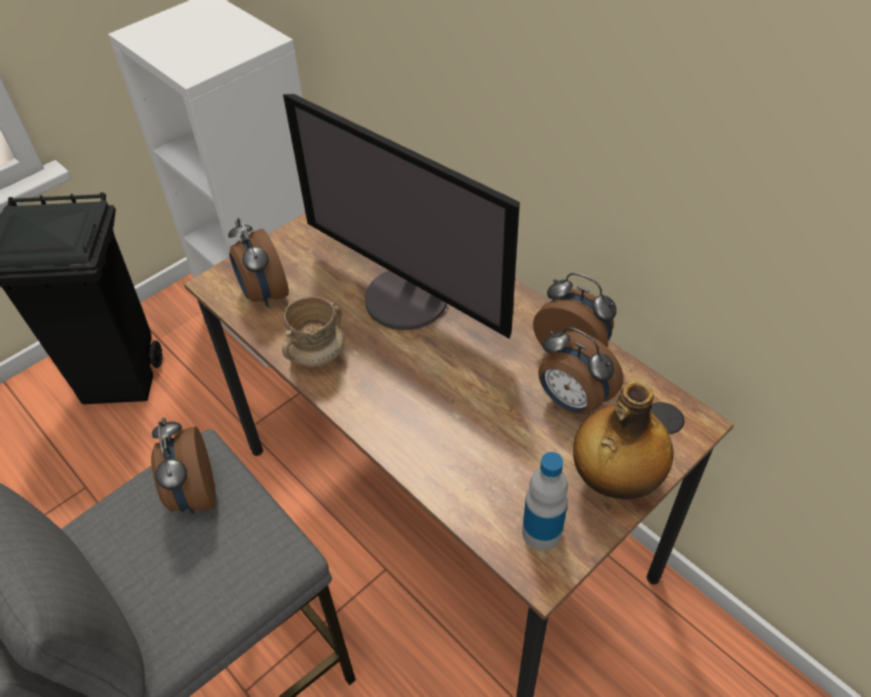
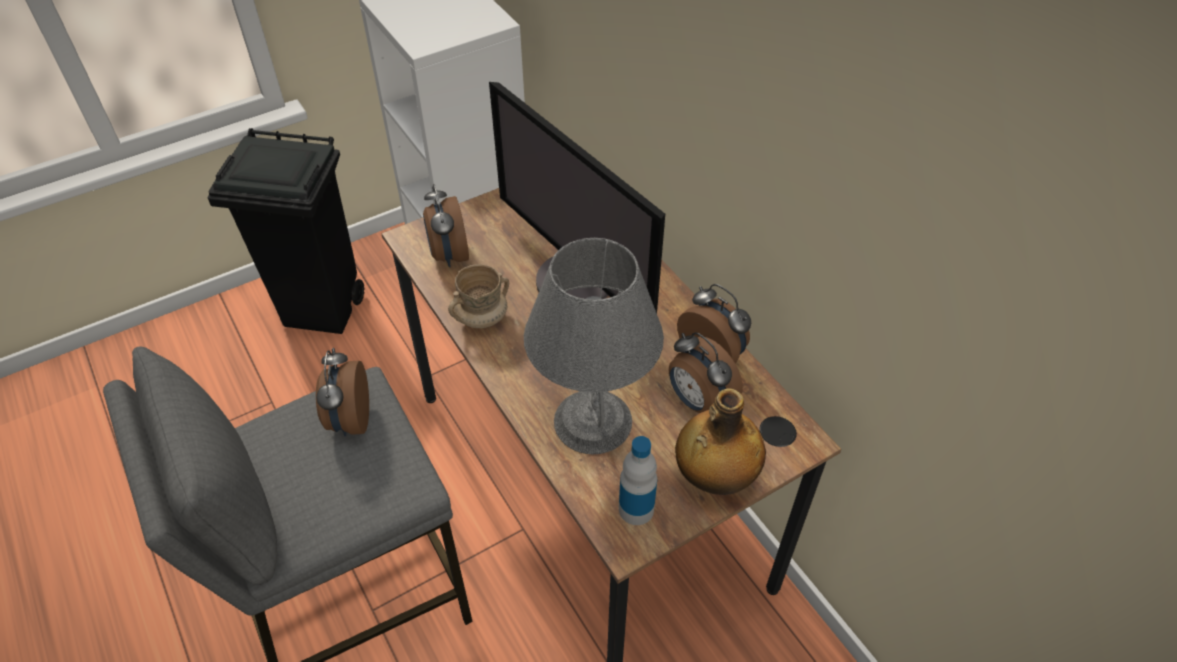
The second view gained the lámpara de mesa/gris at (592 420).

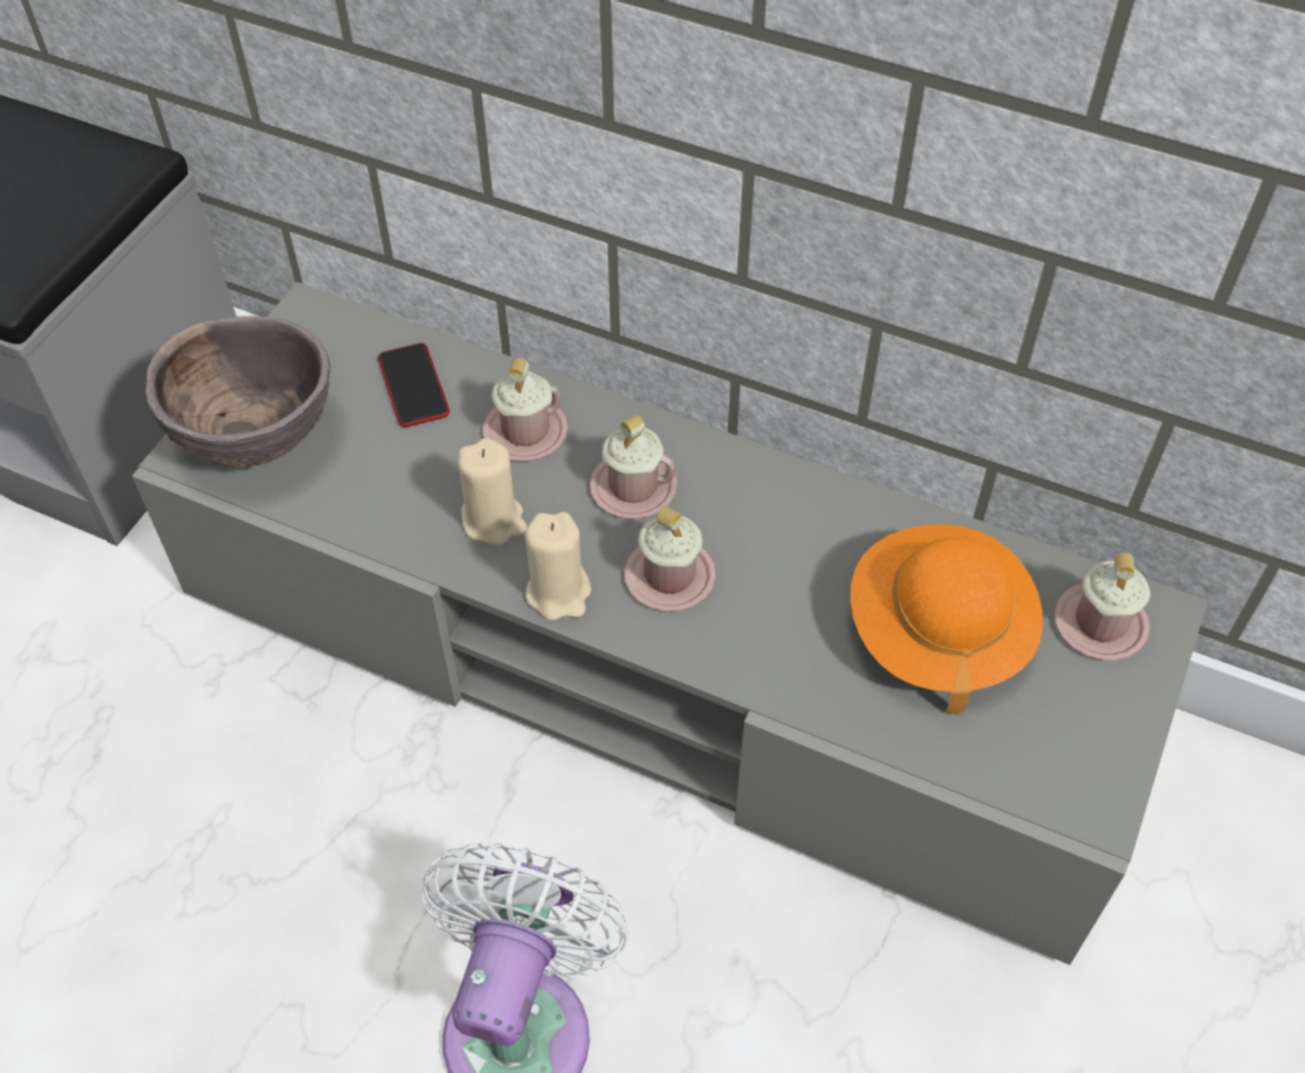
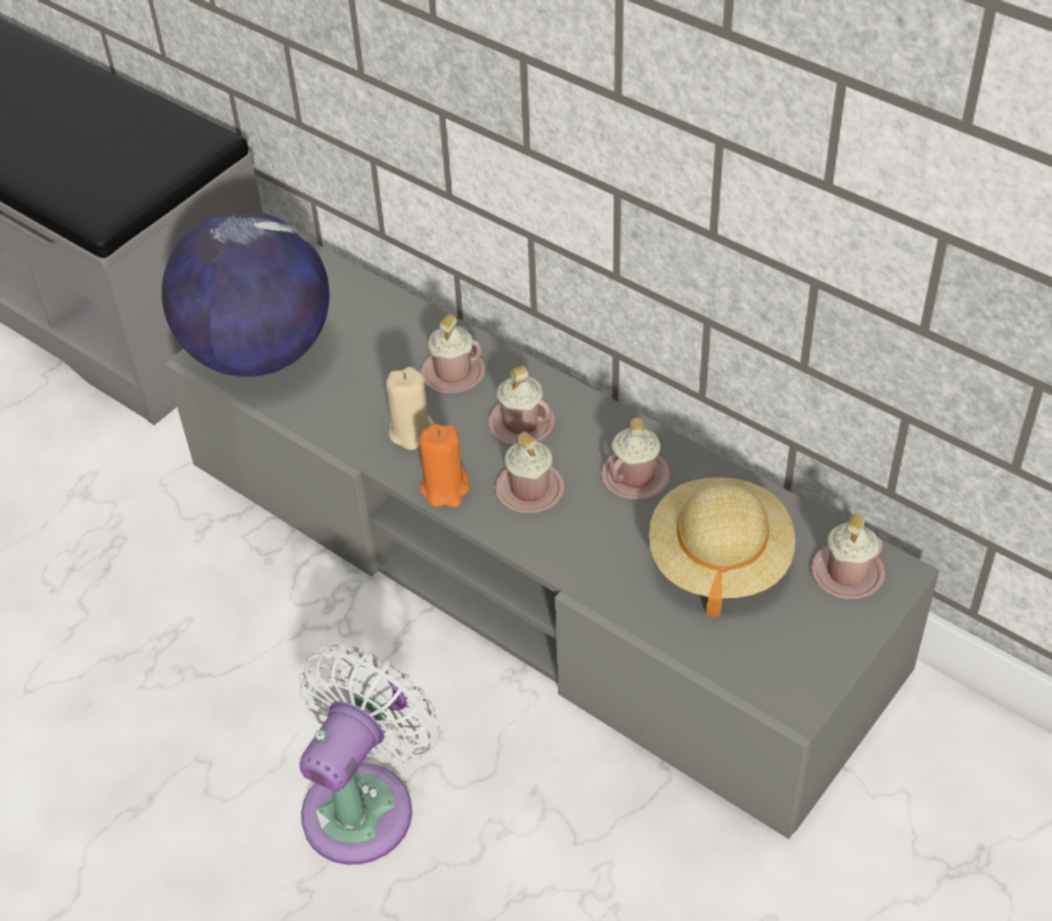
Where the cuenco/marrón stood at (258 441), the globo terráqueo came to stand at (258 352).
What was the vela/beis at (559 592) turned into the vela/naranja at (445 488).
The second view gained the taza grande/rosa at (635 476).
What was the sombrero/naranja at (937 632) turned into the sombrero/beis at (719 559).
The second view lost the móvil at (413 386).

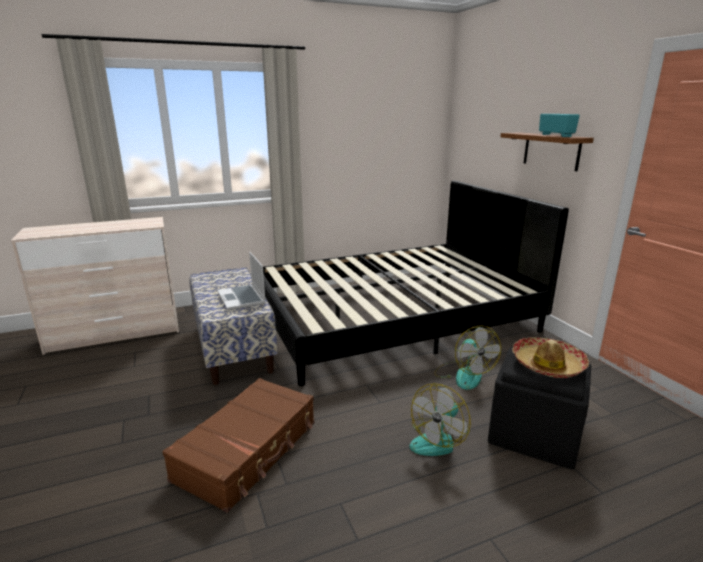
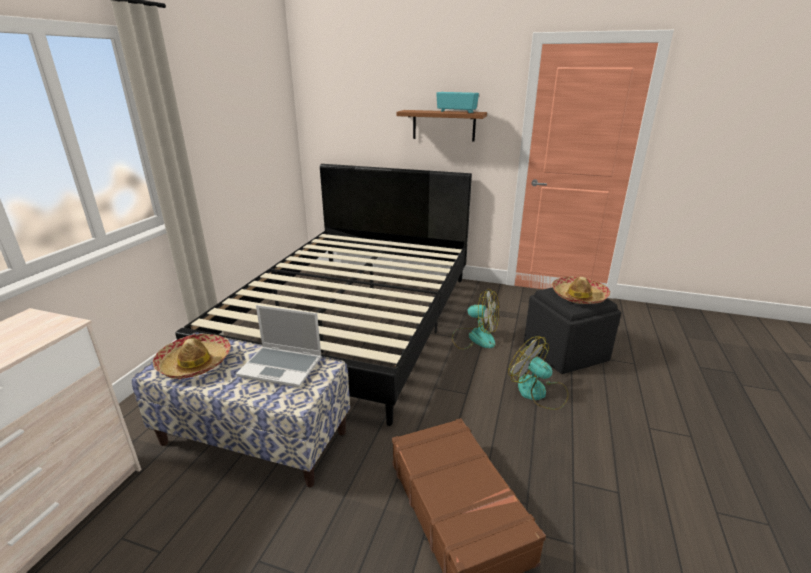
The second view gained the sombrero at (195 363).
The ventilador at (437 440) ended up facing another way, 150 degrees clockwise from before.

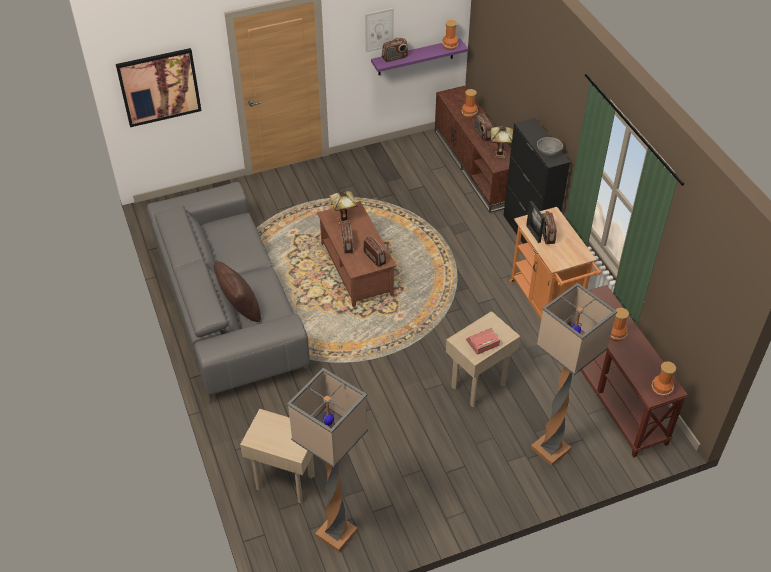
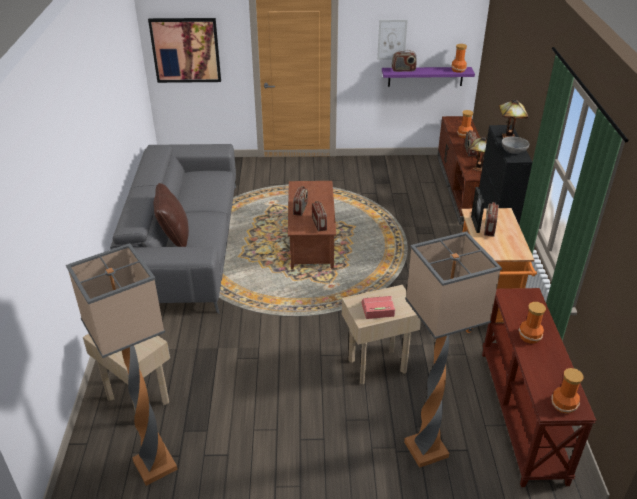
The lámpara de mesa ended up elsewhere, having gone from (343 220) to (507 136).

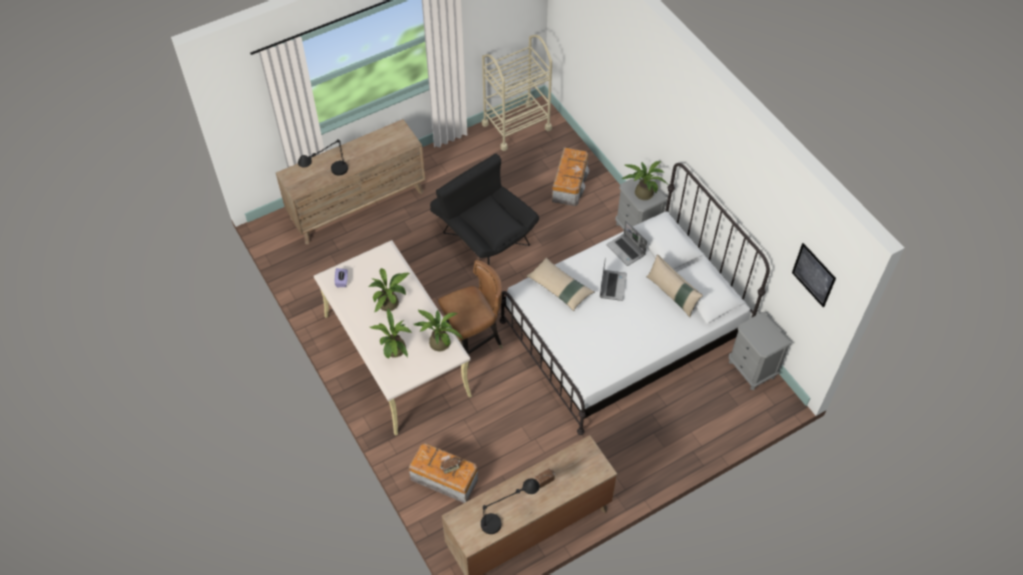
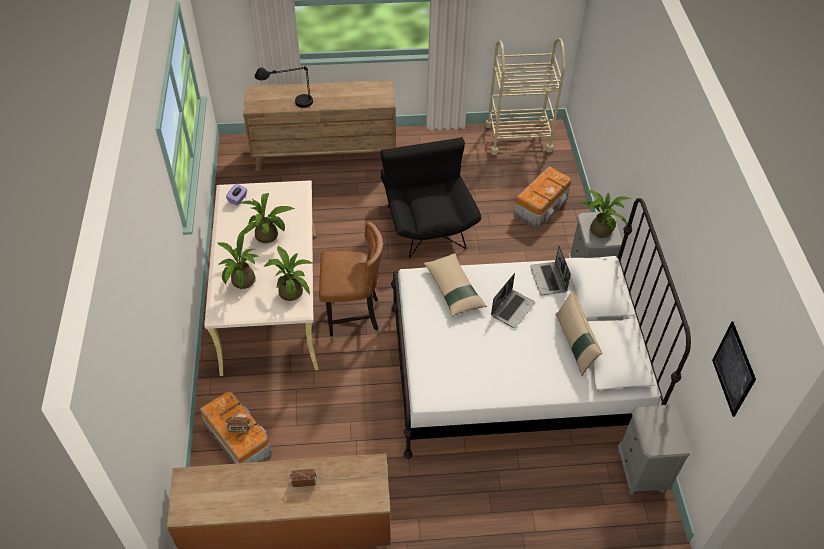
The second view lost the lámpara de mesa/negro at (507 516).

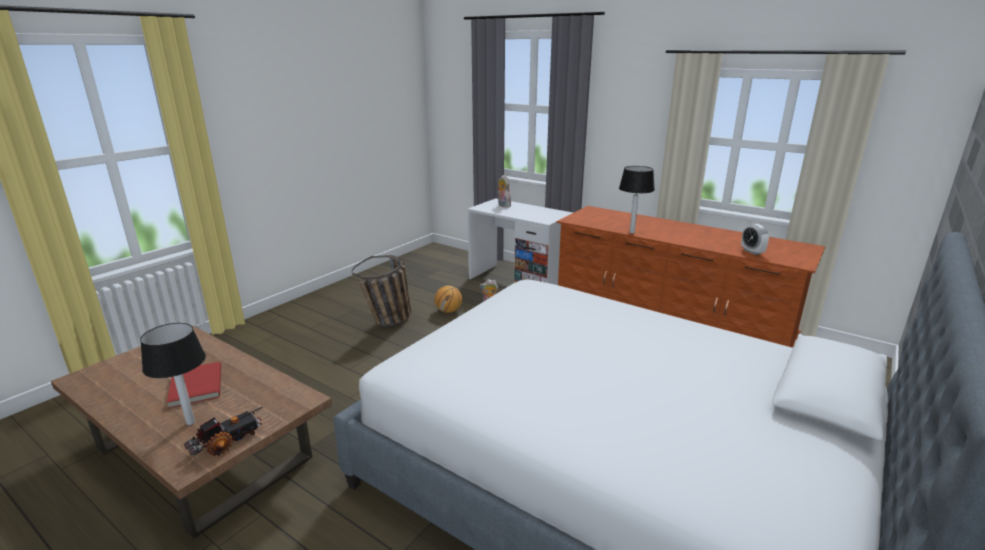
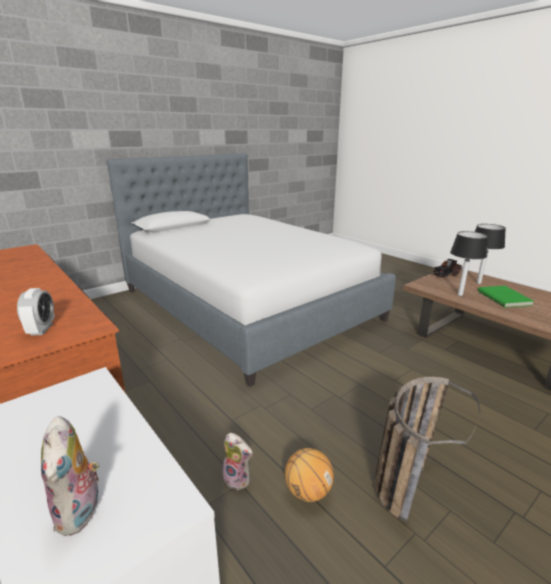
The despertador ended up elsewhere, having gone from (752 252) to (41 329).
The lámpara de mesa ended up elsewhere, having gone from (631 232) to (460 294).
What was the libro/rojo at (195 386) turned into the libro/verde at (505 298).

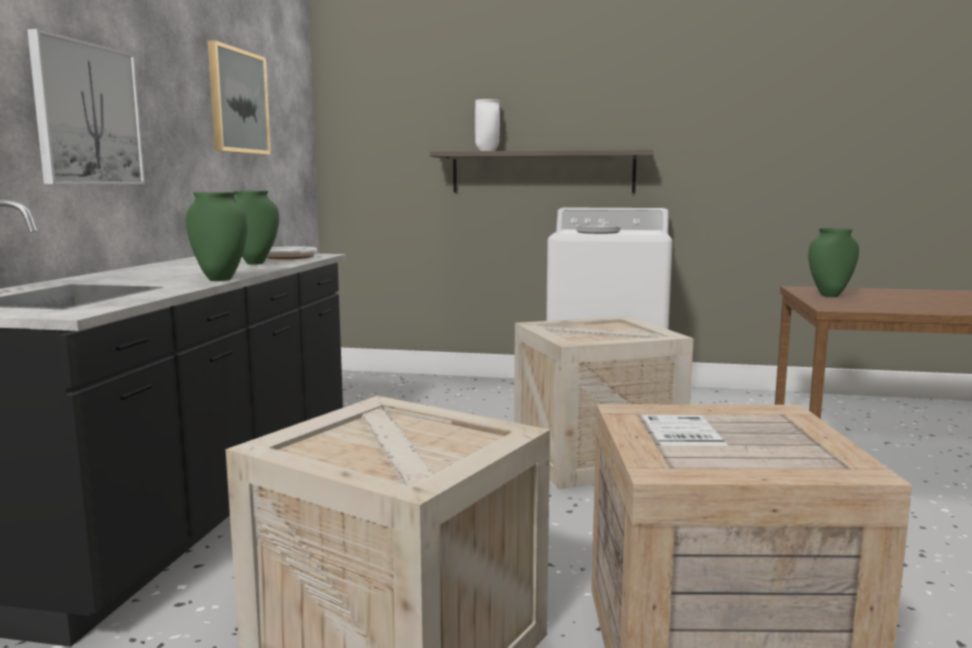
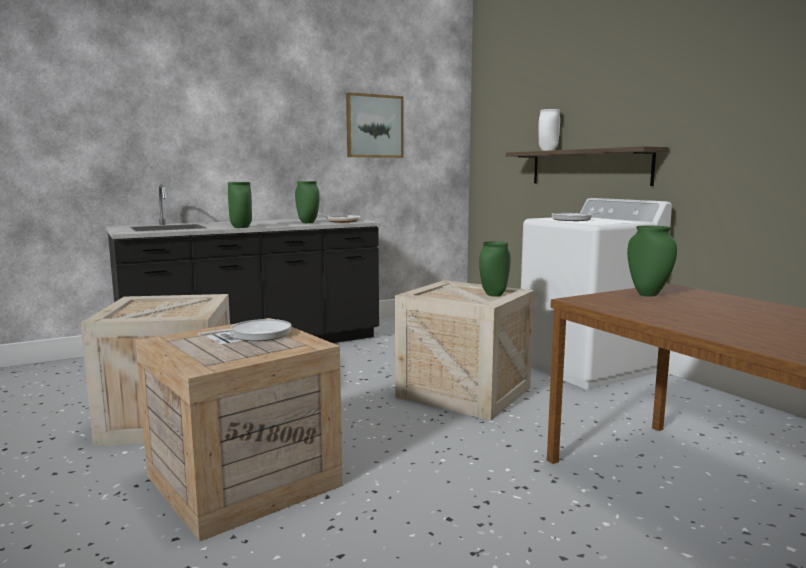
The second view gained the sartén at (256 335).
The second view gained the florero/verde at (493 295).
The second view lost the cuadro at (87 114).

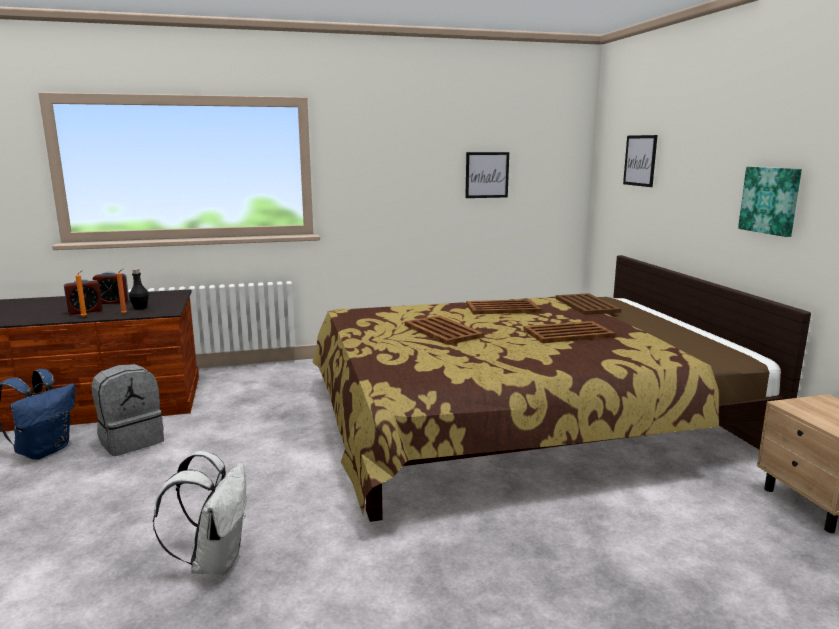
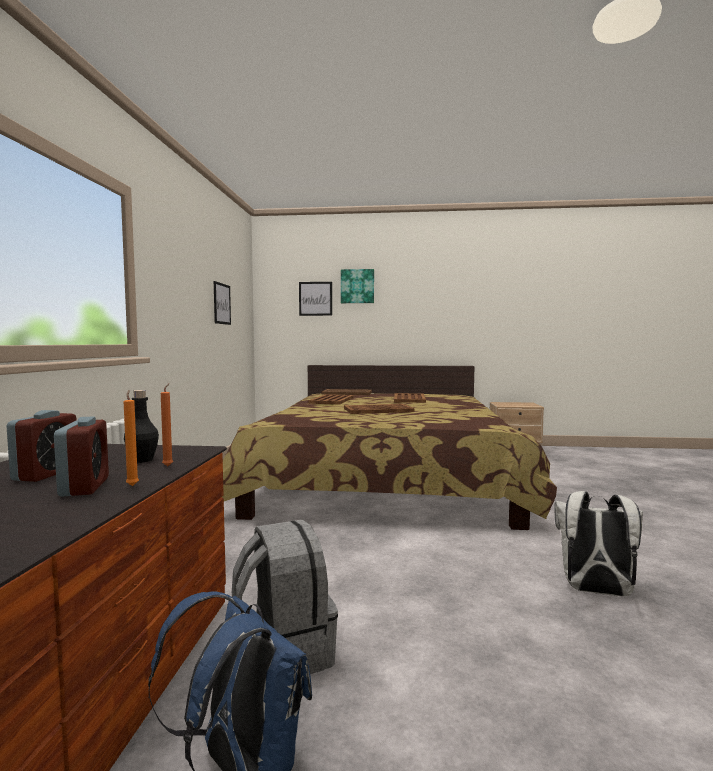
The cuadro ended up elsewhere, having gone from (771 200) to (357 286).

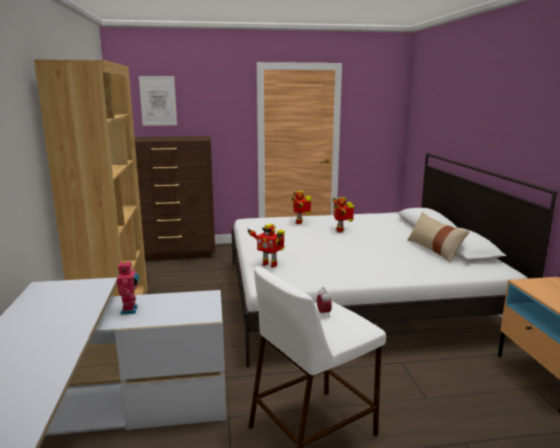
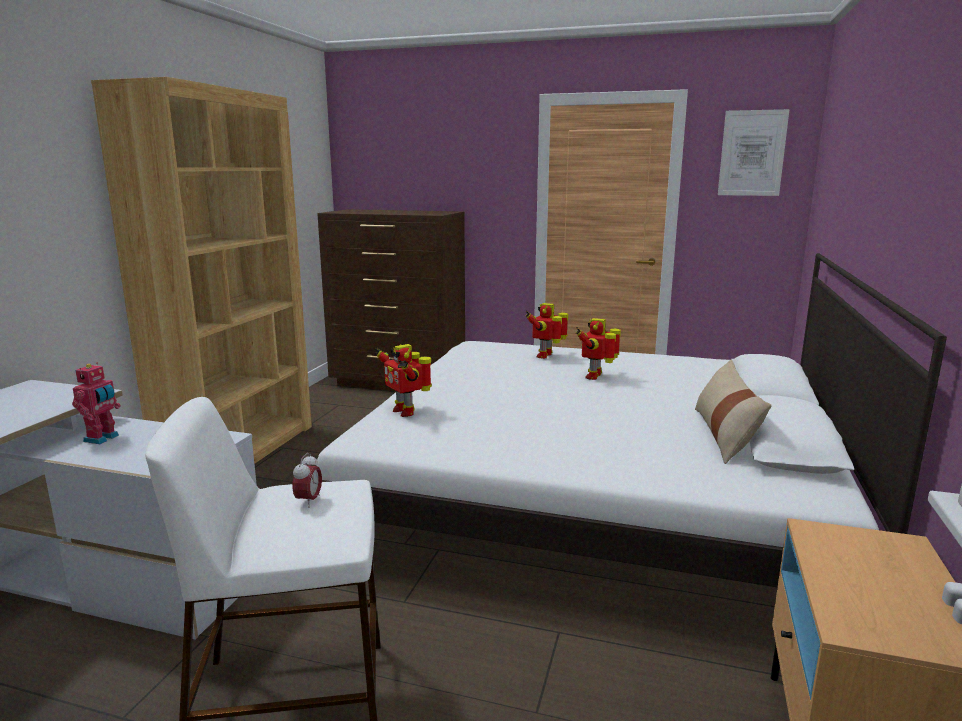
The cuadro ended up elsewhere, having gone from (158 101) to (752 153).

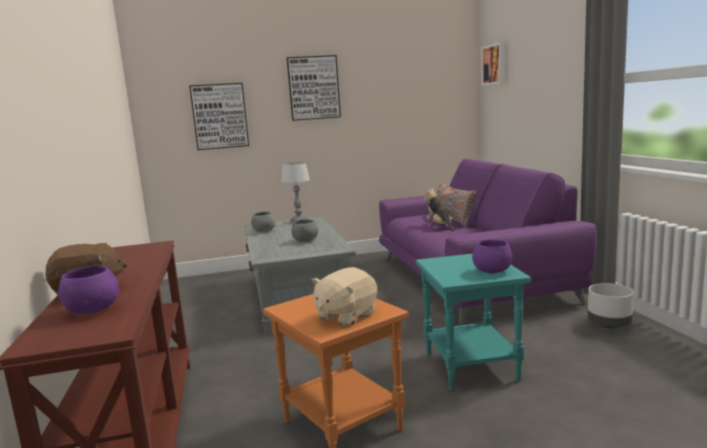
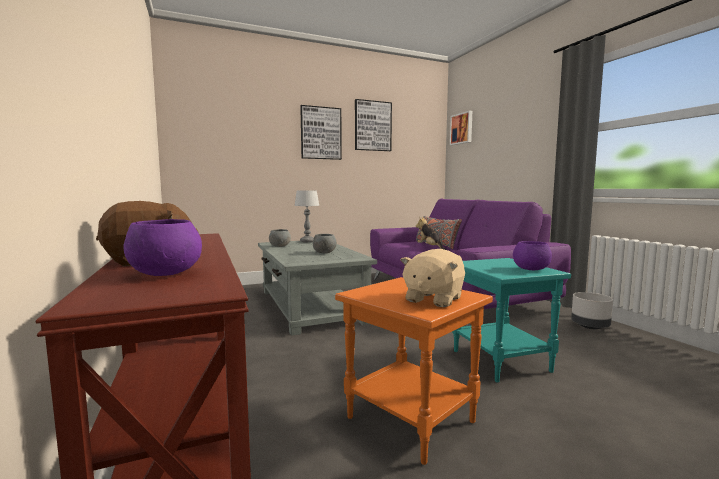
The cuadro ended up elsewhere, having gone from (220 116) to (372 126).

